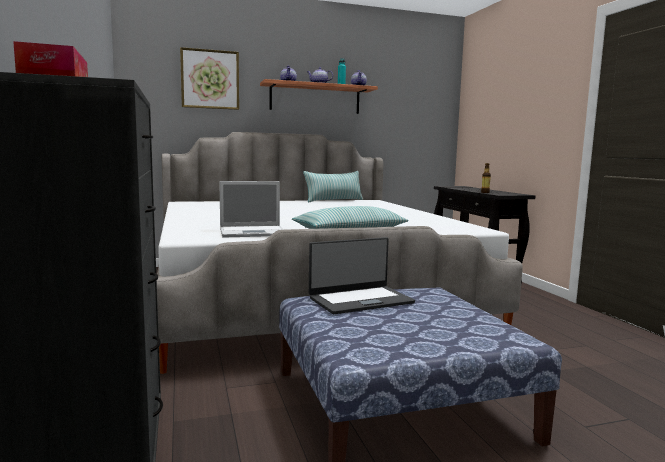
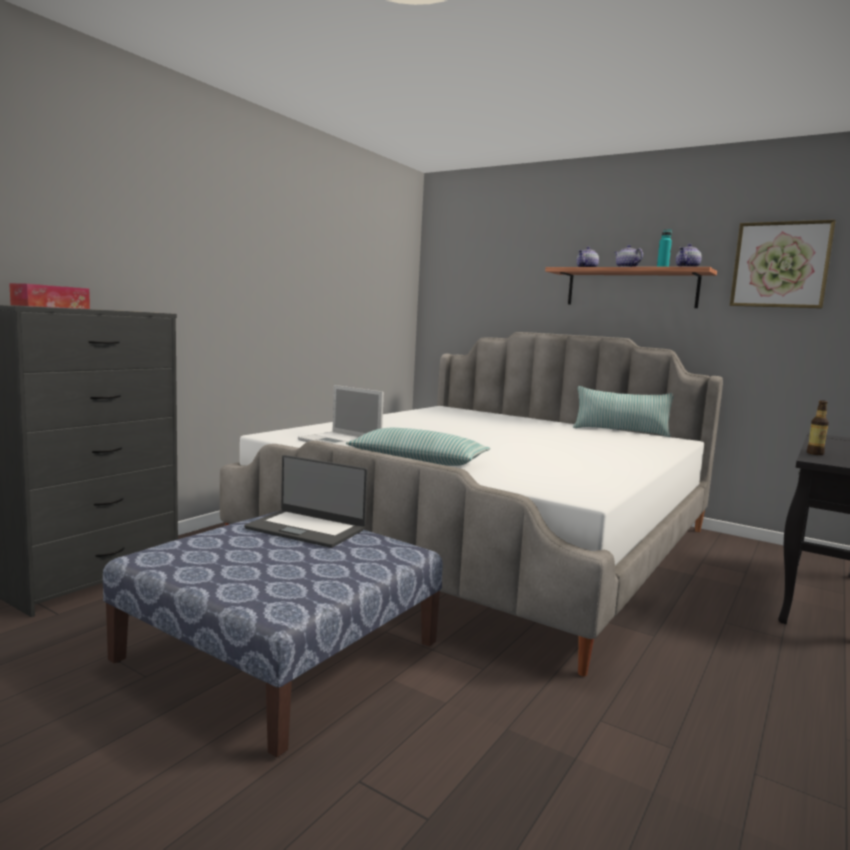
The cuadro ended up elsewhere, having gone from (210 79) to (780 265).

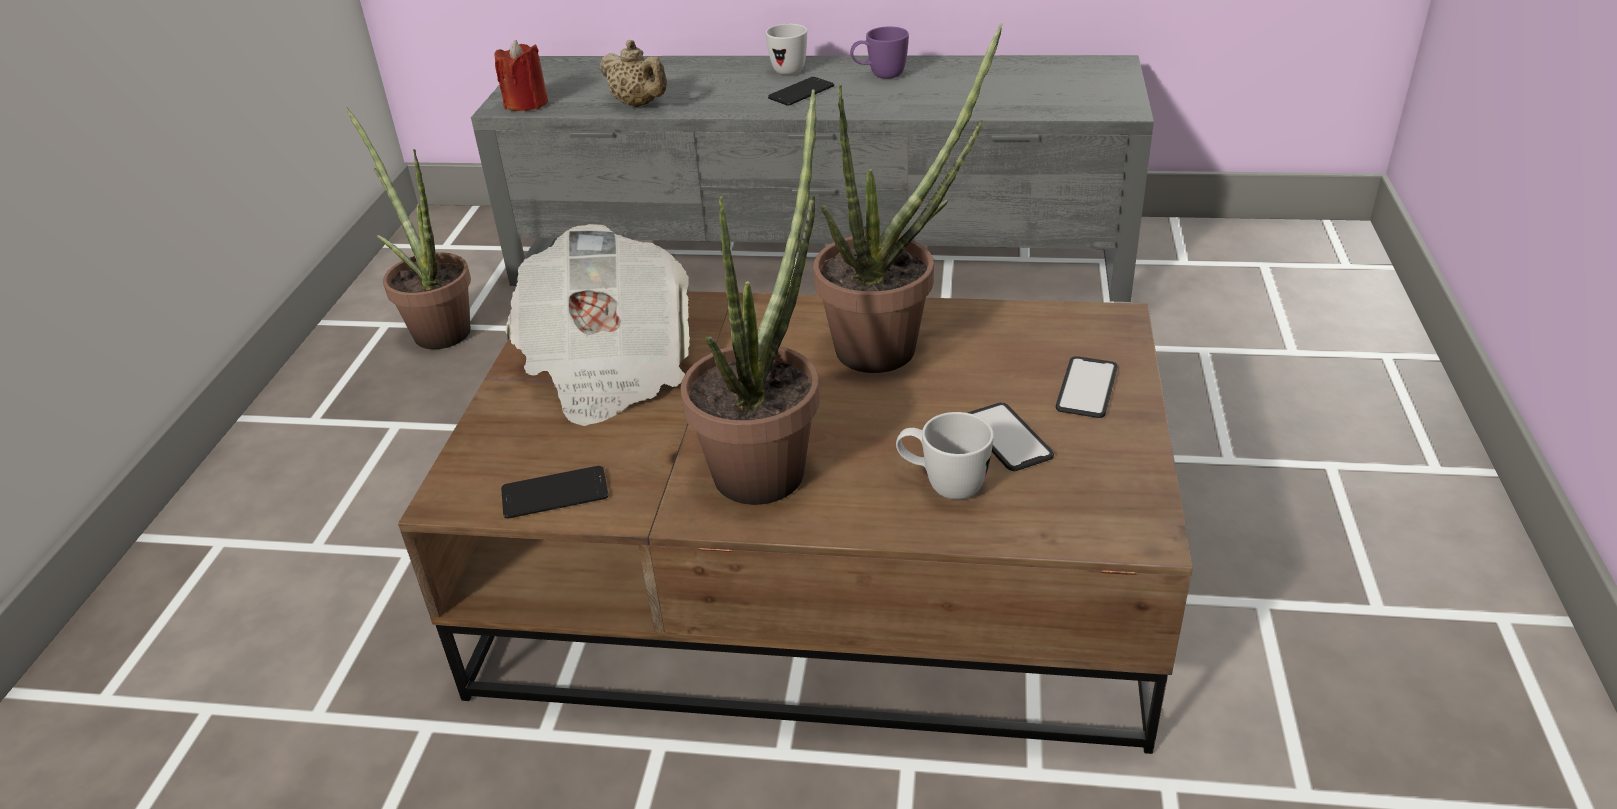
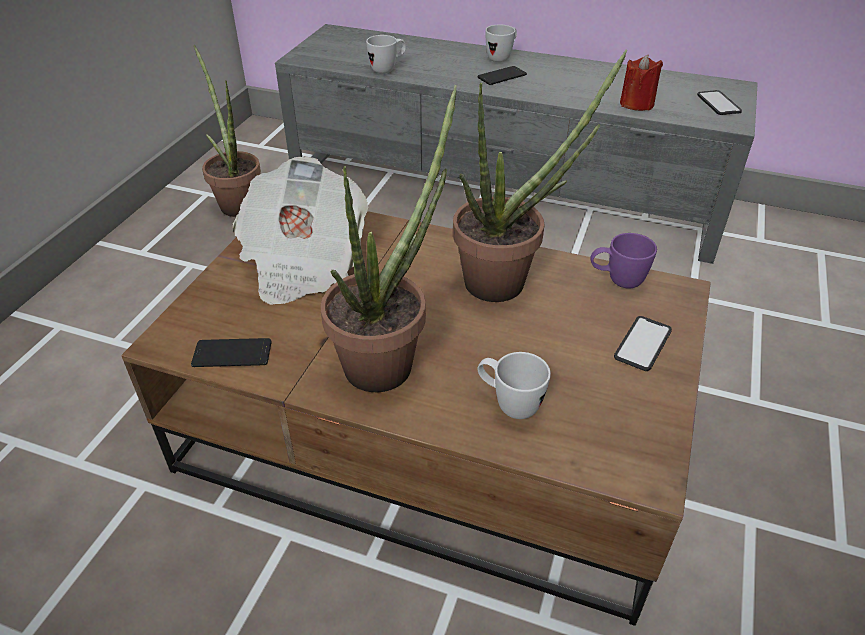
Where the tetera/beis stood at (639 104), the taza grande/blanco came to stand at (388 69).
The taza grande/morado ended up elsewhere, having gone from (879 76) to (617 281).
The vela/rojo ended up elsewhere, having gone from (526 103) to (636 104).
The móvil ended up elsewhere, having gone from (1007 438) to (718 103).

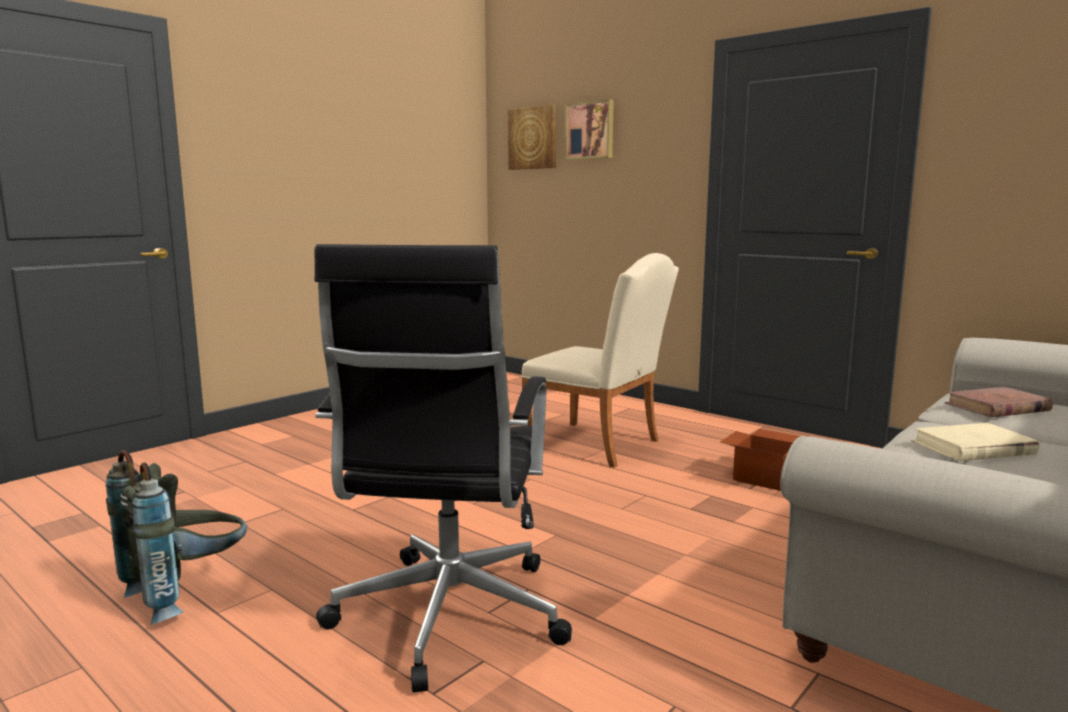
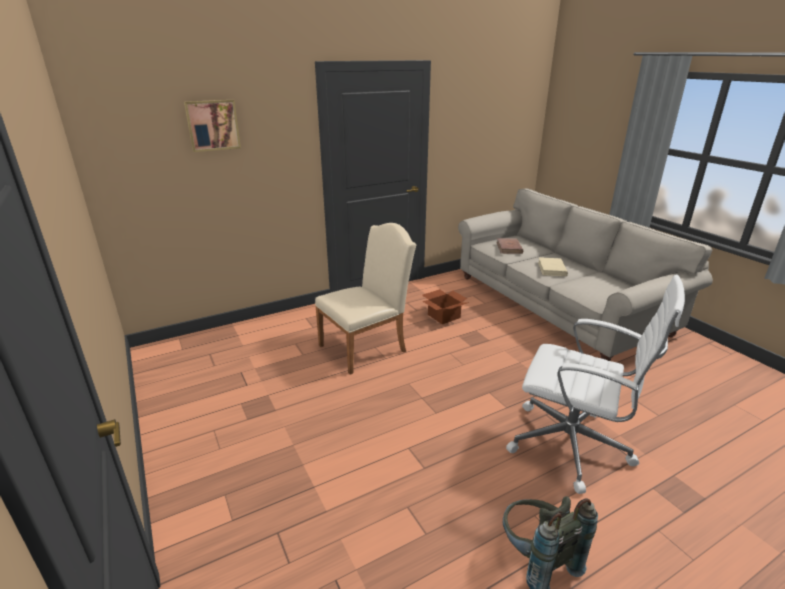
What was the silla de oficina/negro at (447 618) turned into the silla de oficina/blanco at (572 446).
The second view lost the cuadro at (533 138).

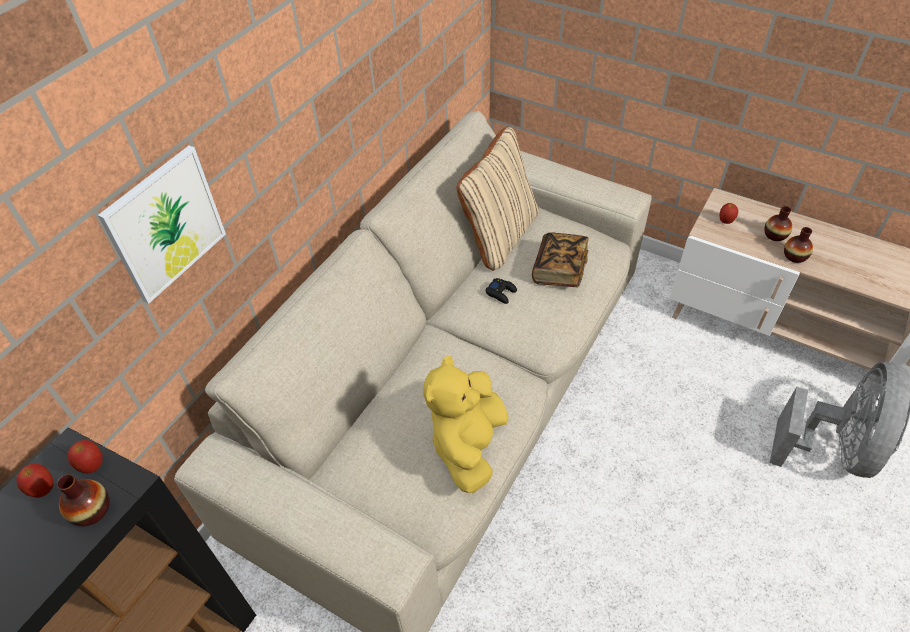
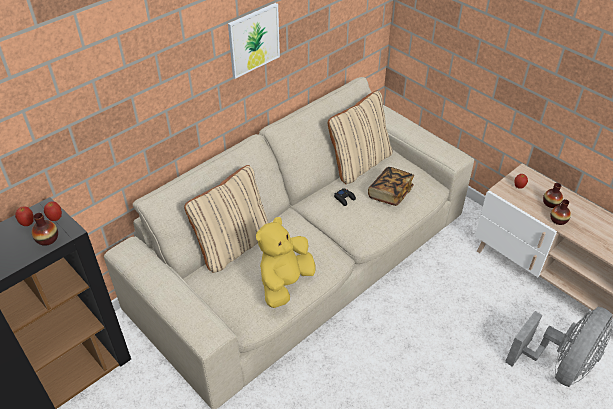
The second view gained the cojín/beis at (233 245).
The cuadro ended up elsewhere, having gone from (165 224) to (253 40).

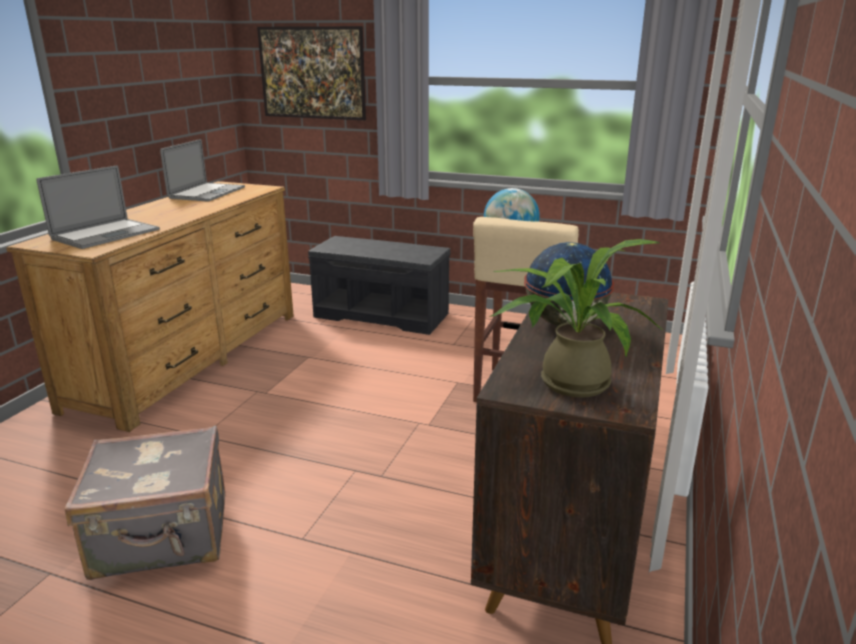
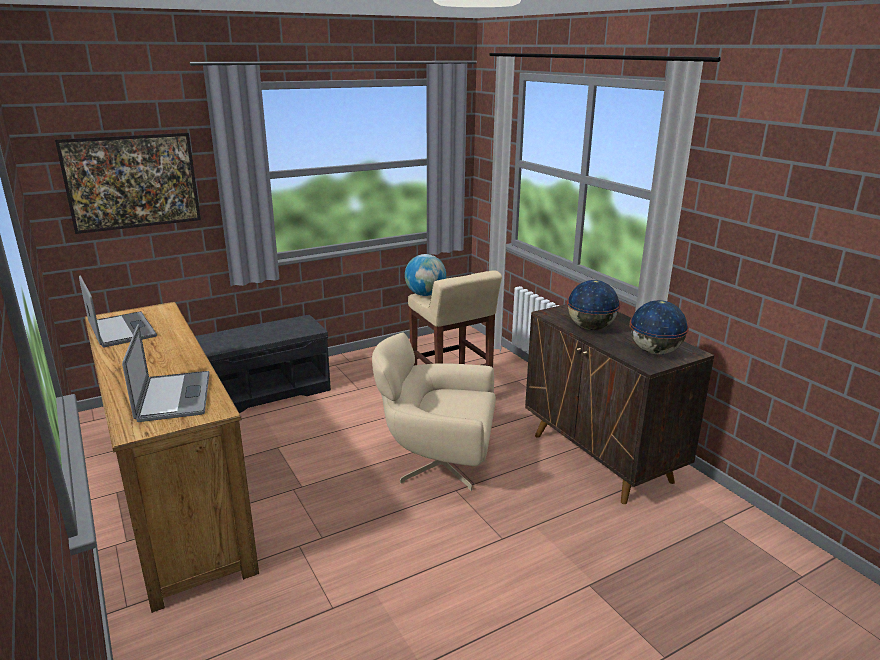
The second view gained the sillón/beis at (437 465).
Where the planta en maceta stood at (567 380), the globo terráqueo came to stand at (654 352).
The second view lost the maleta/gris at (162 537).

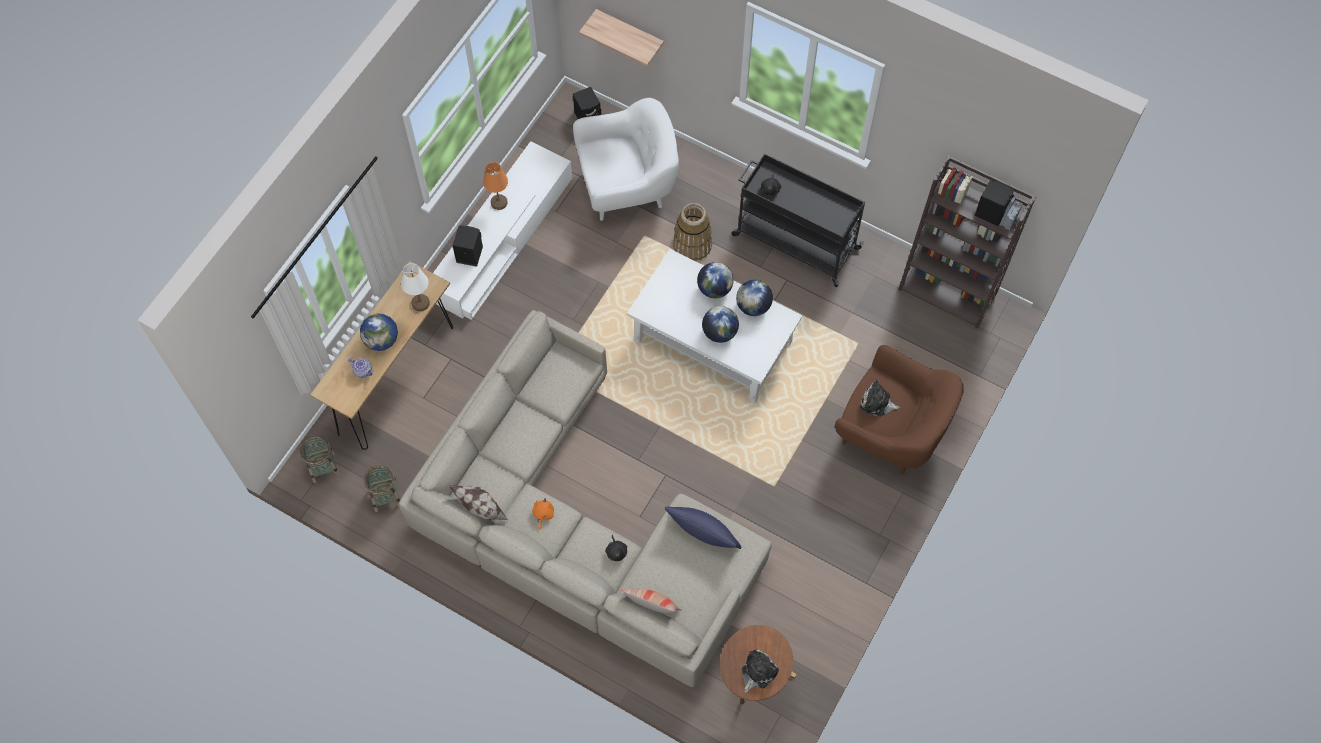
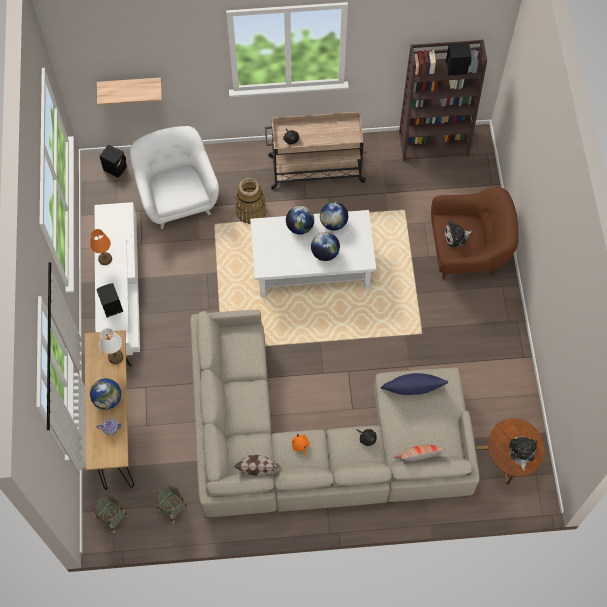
The sillón/blanco at (627 186) ended up facing another way, 60 degrees counterclockwise from before.
What was the carrito/negro at (794 241) turned into the carrito/beis at (315 169).

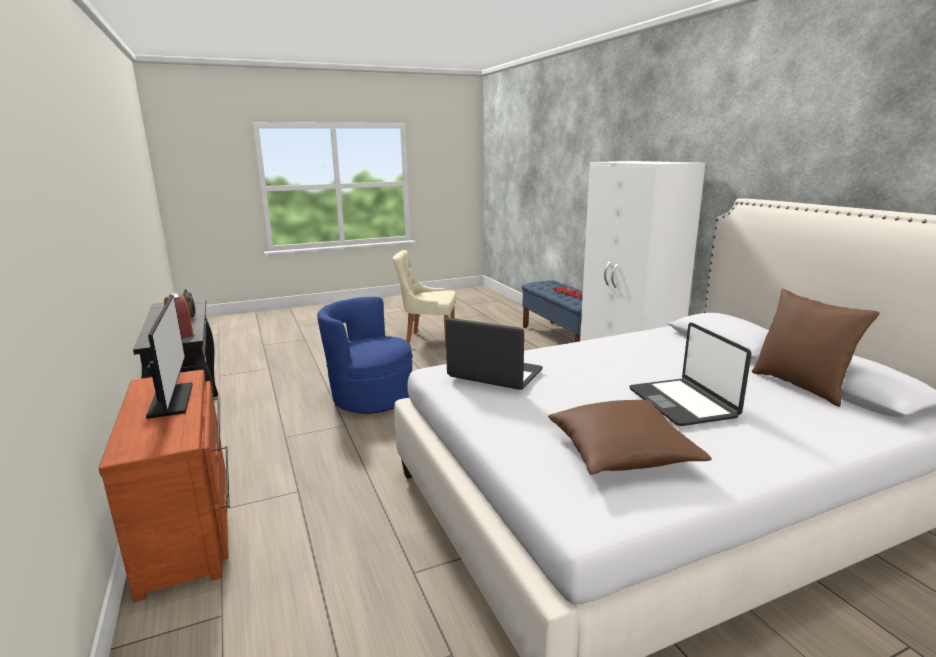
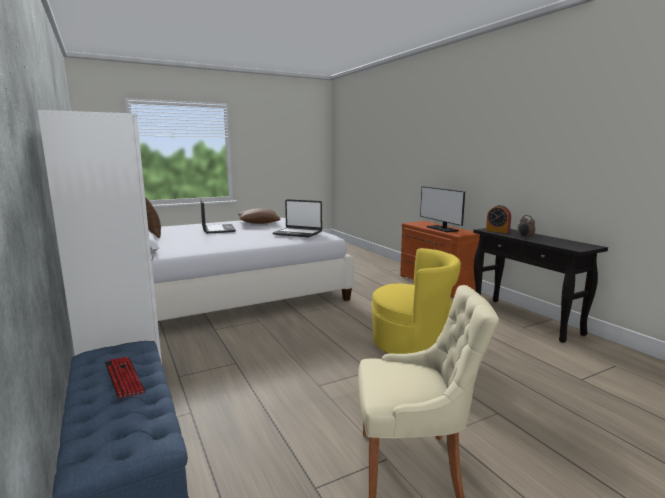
What was the sillón/azul at (370 398) turned into the sillón/amarillo at (412 344).

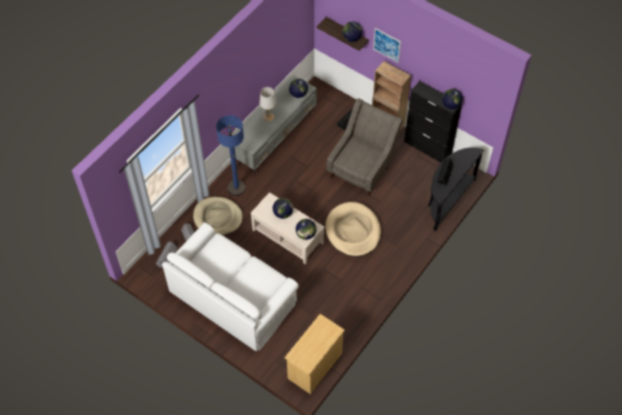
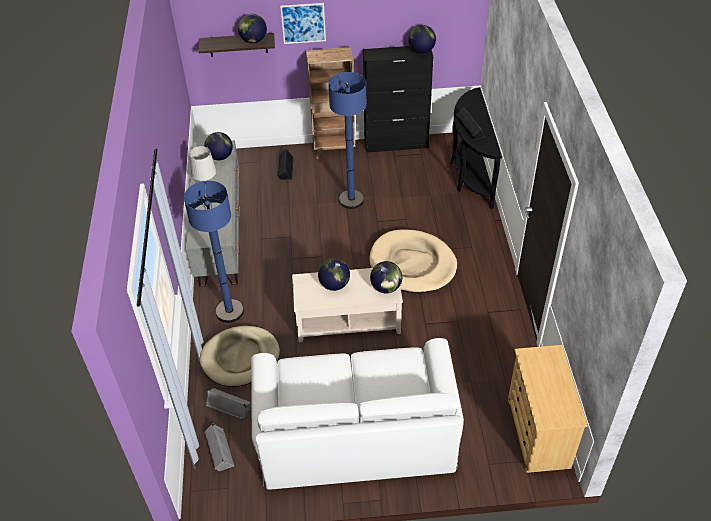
Where the sillón/gris stood at (362 167), the lámpara de pie/azul came to stand at (351 200).

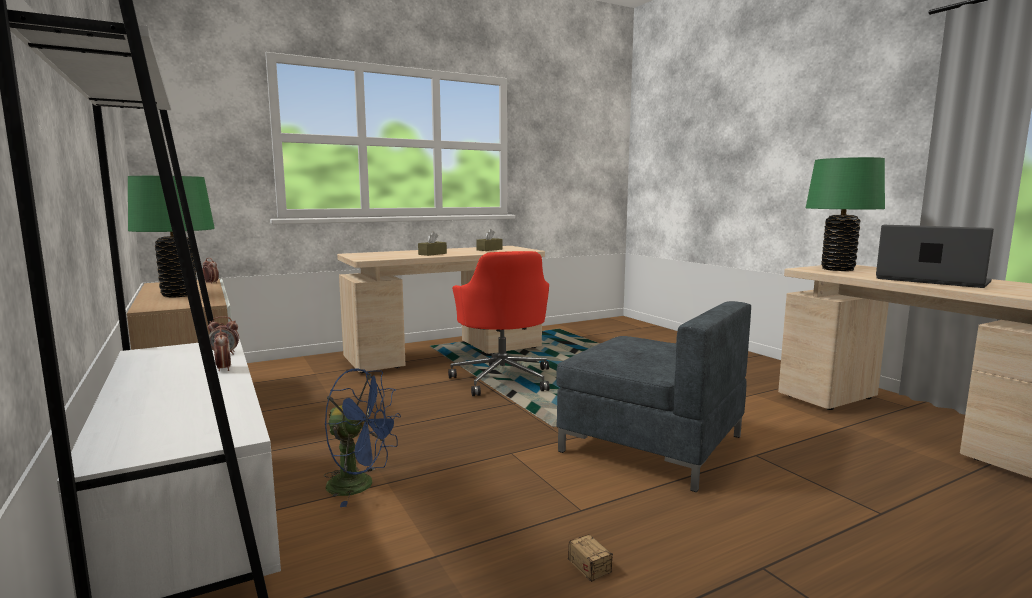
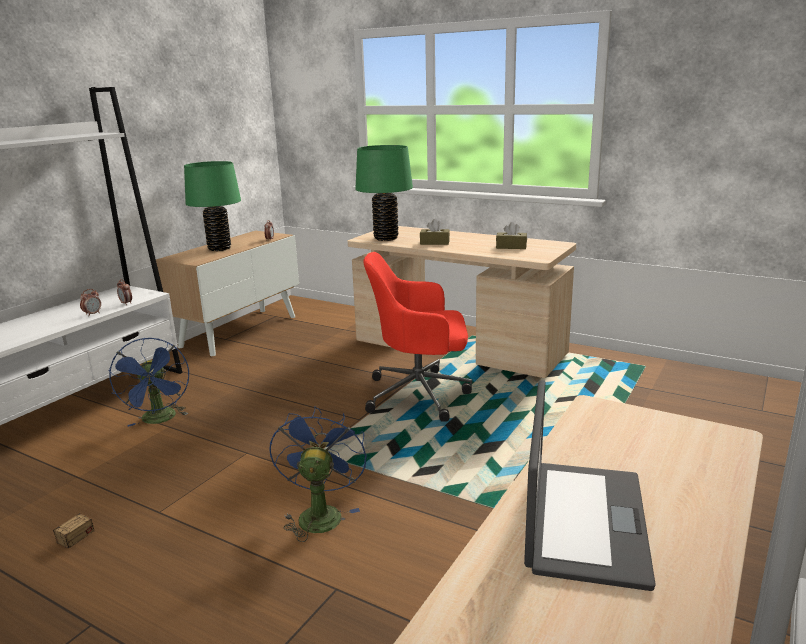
Where the sillón/gris stood at (650 442), the ventilador/azul came to stand at (320 513).
The lámpara de mesa/verde ended up elsewhere, having gone from (837 269) to (386 238).
The silla de oficina/rojo at (503 378) ended up facing another way, 45 degrees clockwise from before.

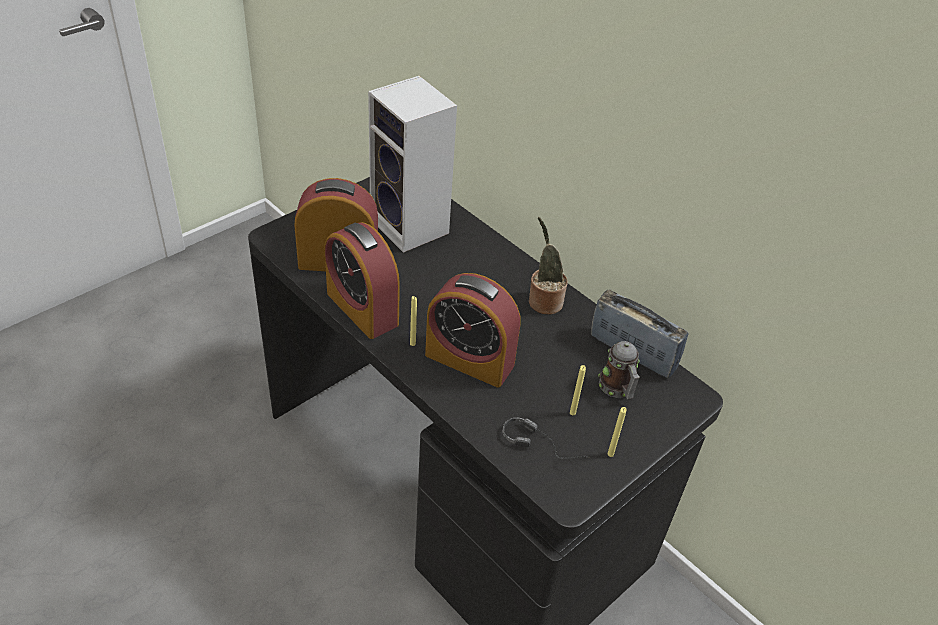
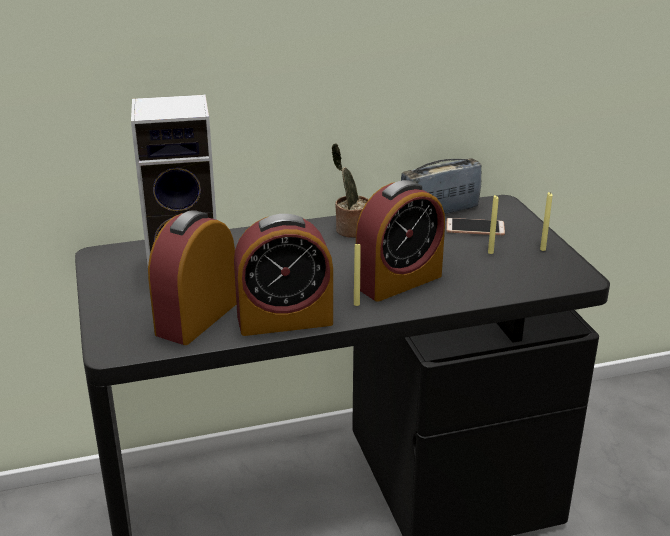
Where the taza grande stood at (617 389), the móvil came to stand at (475 228).
The second view lost the auriculares at (545 445).

